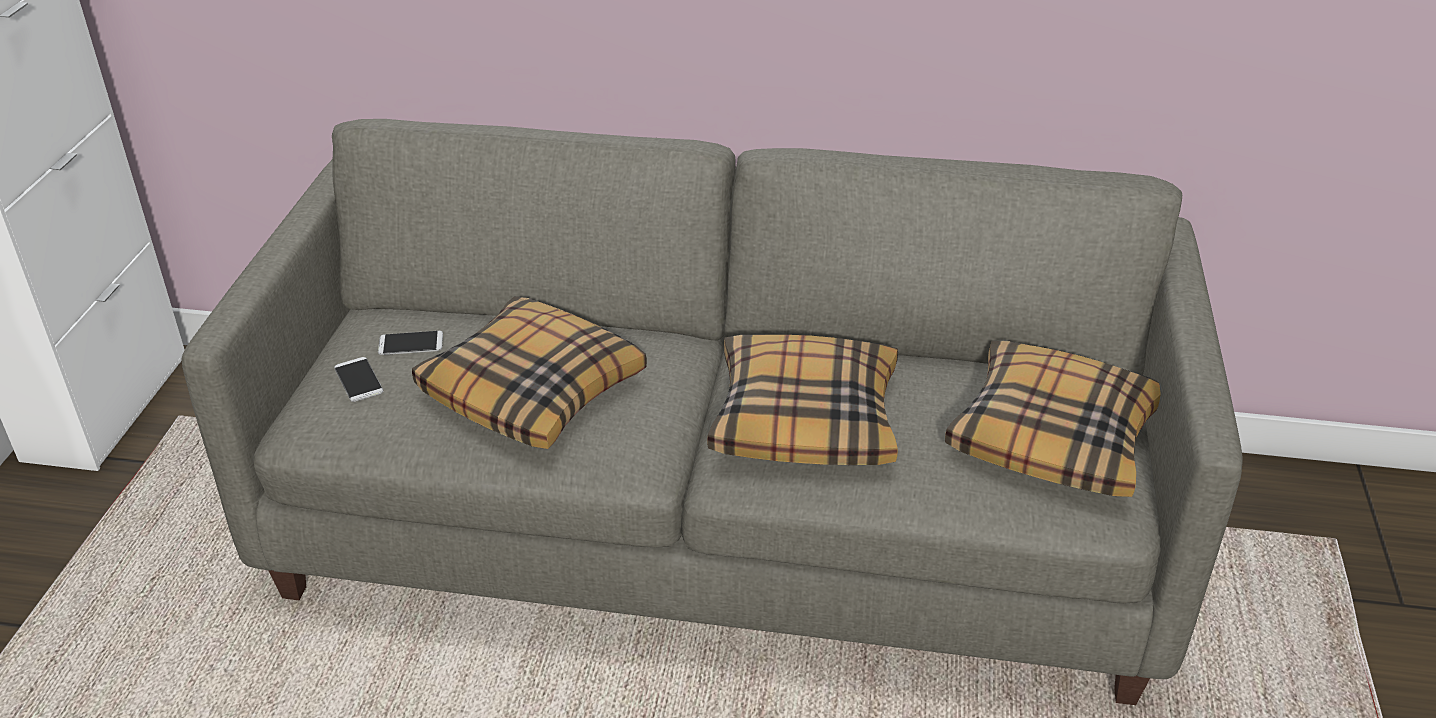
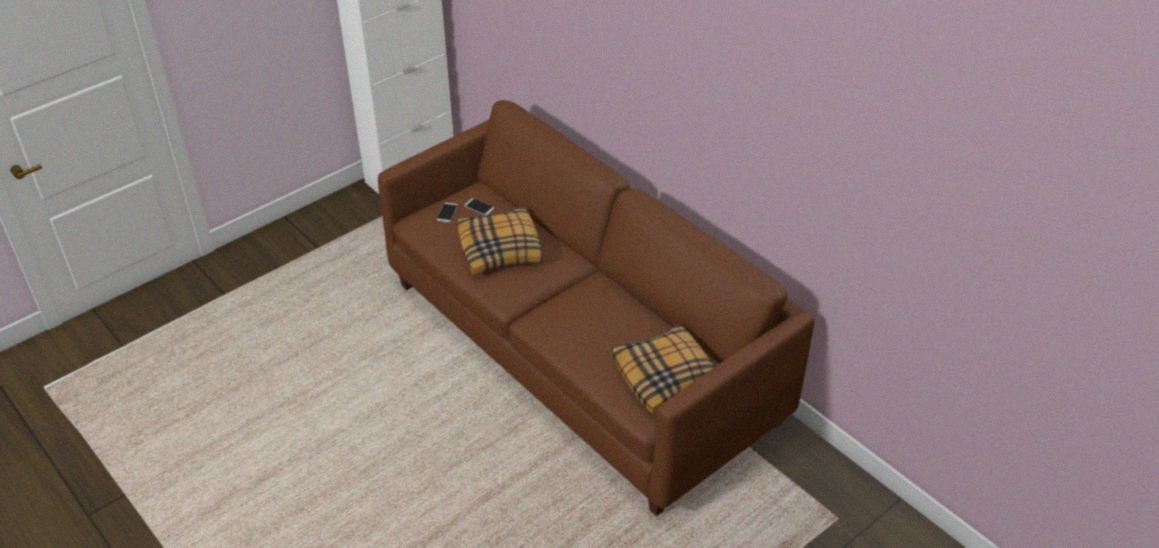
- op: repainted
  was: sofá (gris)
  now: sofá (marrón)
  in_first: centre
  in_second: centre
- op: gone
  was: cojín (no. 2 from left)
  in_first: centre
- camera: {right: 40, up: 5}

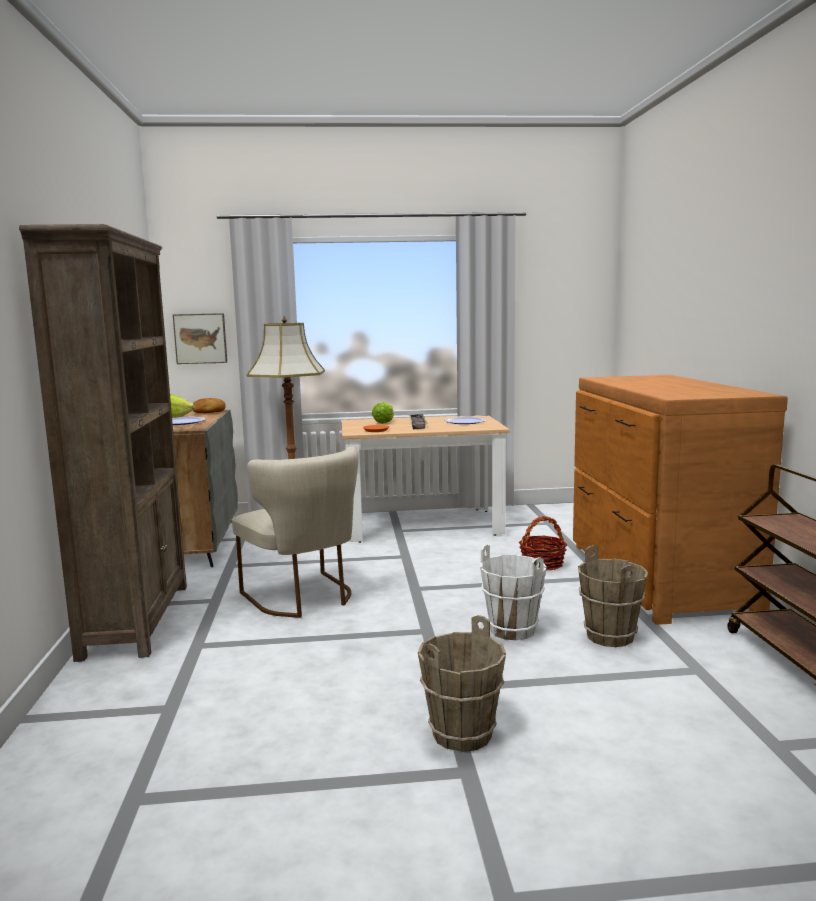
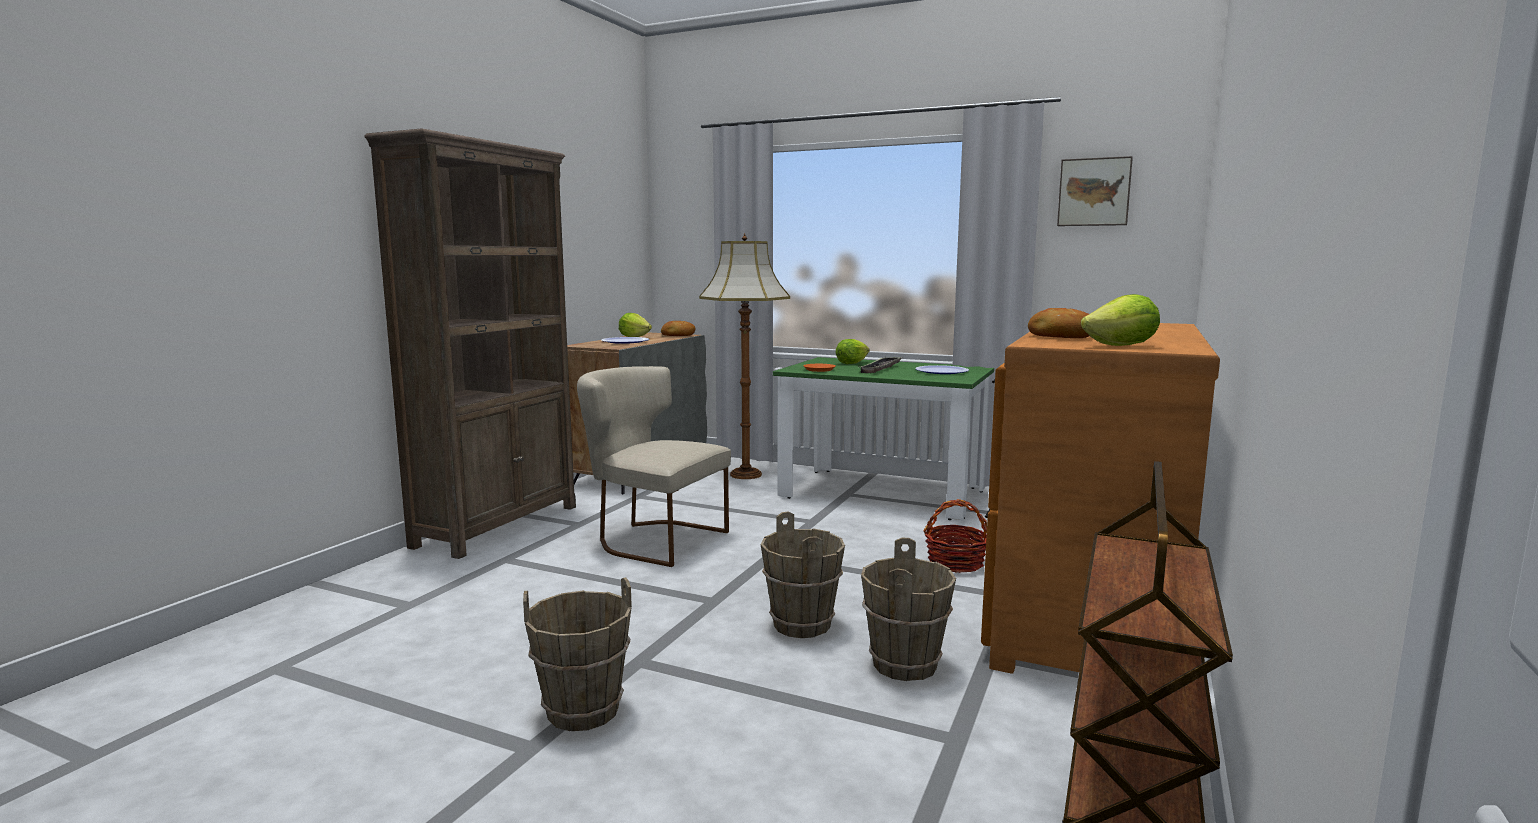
- op: rotated
  was: silla (beis)
  in_first: centre
  in_second: centre
  clockwise: 120
- op: repainted
  was: cubo (blanco)
  now: cubo (marrón) (no. 2 from left)
  in_first: centre
  in_second: bottom centre
- op: repainted
  was: mesa de comedor (beis)
  now: mesa de comedor (verde)
  in_first: centre
  in_second: centre
- op: new
  now: pan (no. 2 from left)
  in_second: middle right
- op: shifted
  was: cuadro
  in_first: middle left
  in_second: top right
- op: new
  now: lechuga (no. 3 from left)
  in_second: middle right
- camera: {right: 30, up: 0}

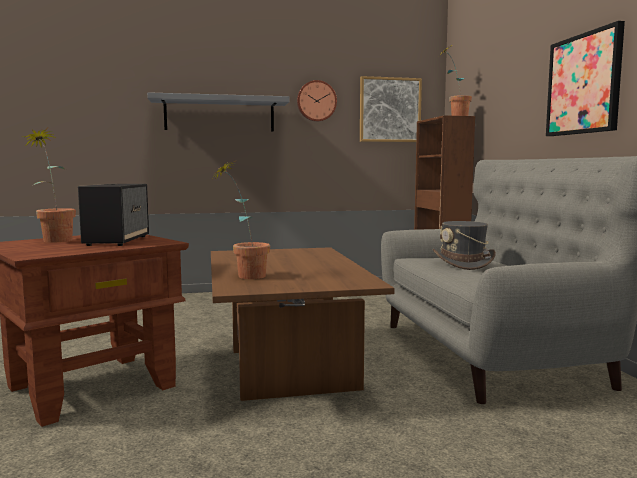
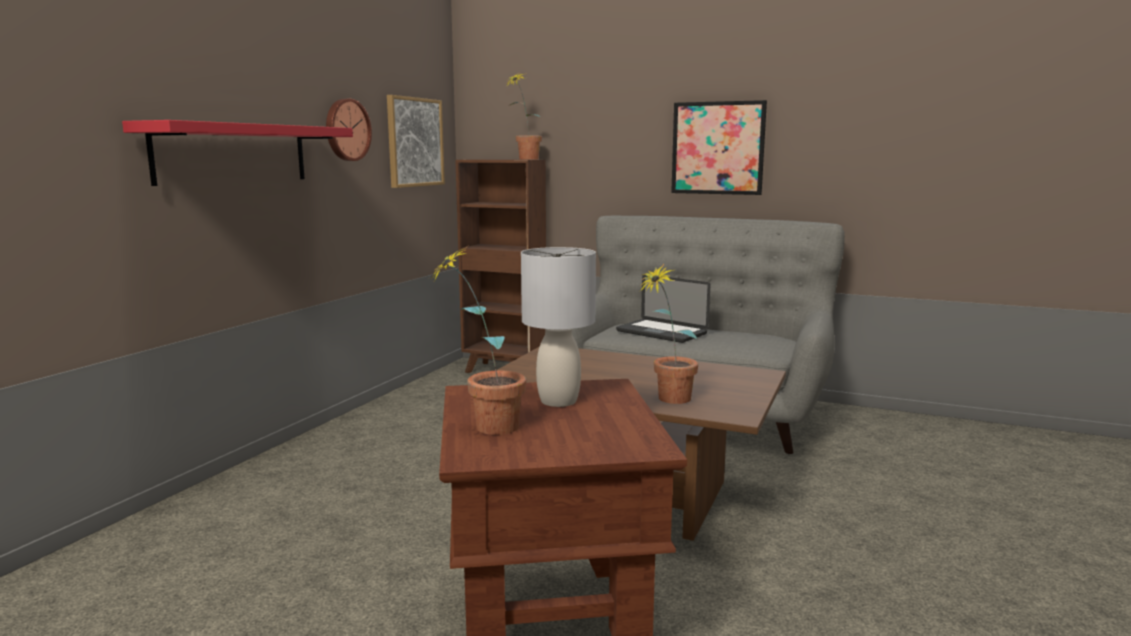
- op: repainted
  was: estante (gris)
  now: estante (rojo)
  in_first: top centre
  in_second: top left
- op: swapped
  was: altavoz
  now: lámpara de mesa (gris)
  in_first: middle left
  in_second: centre
- op: swapped
  was: sombrero (gris)
  now: portátil
  in_first: middle right
  in_second: centre
- camera: {right: -55, up: 5}

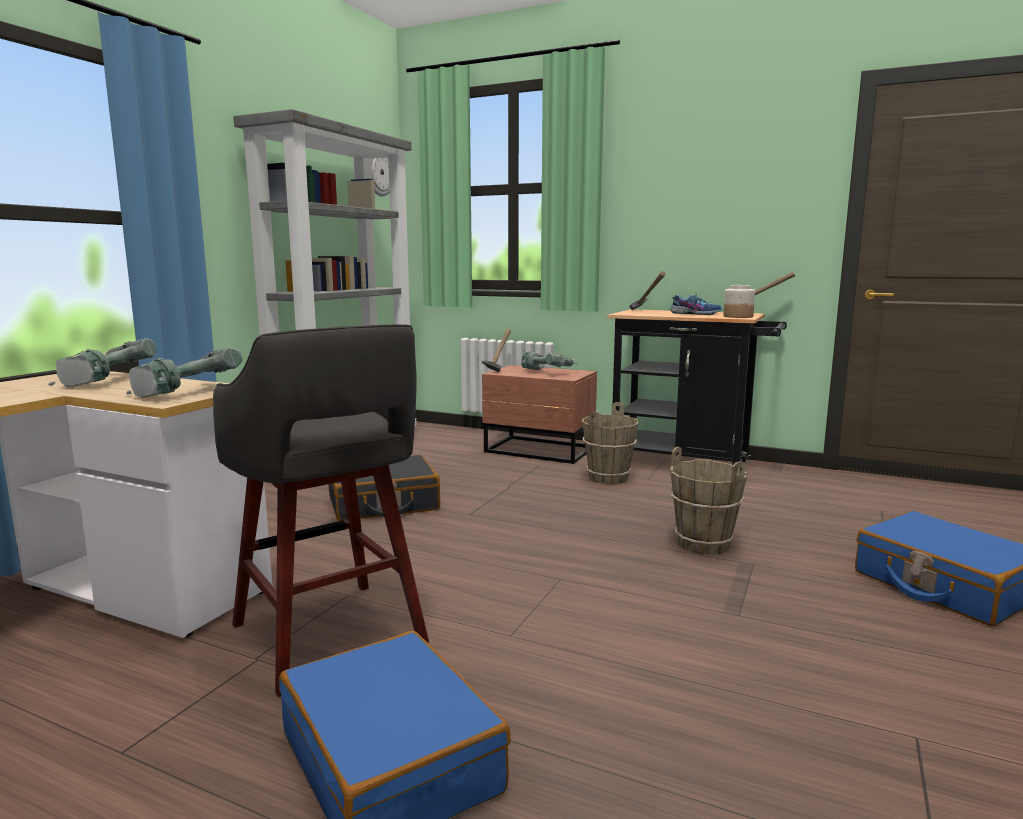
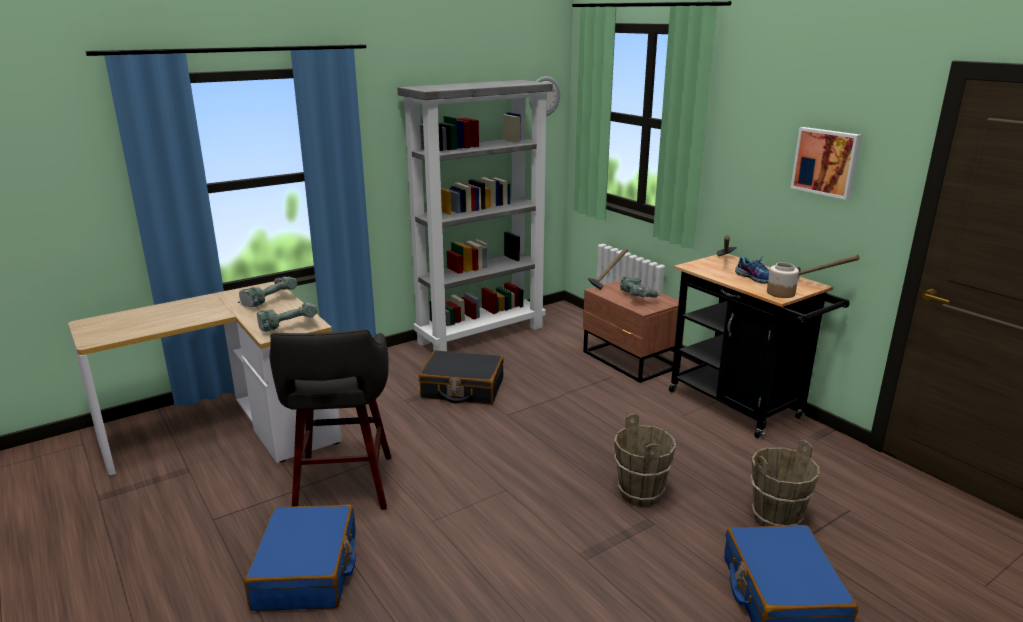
- op: shifted
  was: cubo (marrón) (no. 1 from left in the first image)
  now: cubo (marrón) (no. 2 from left)
  in_first: centre
  in_second: bottom right
- op: new
  now: cuadro
  in_second: top right
- camera: {right: 30, up: 10}

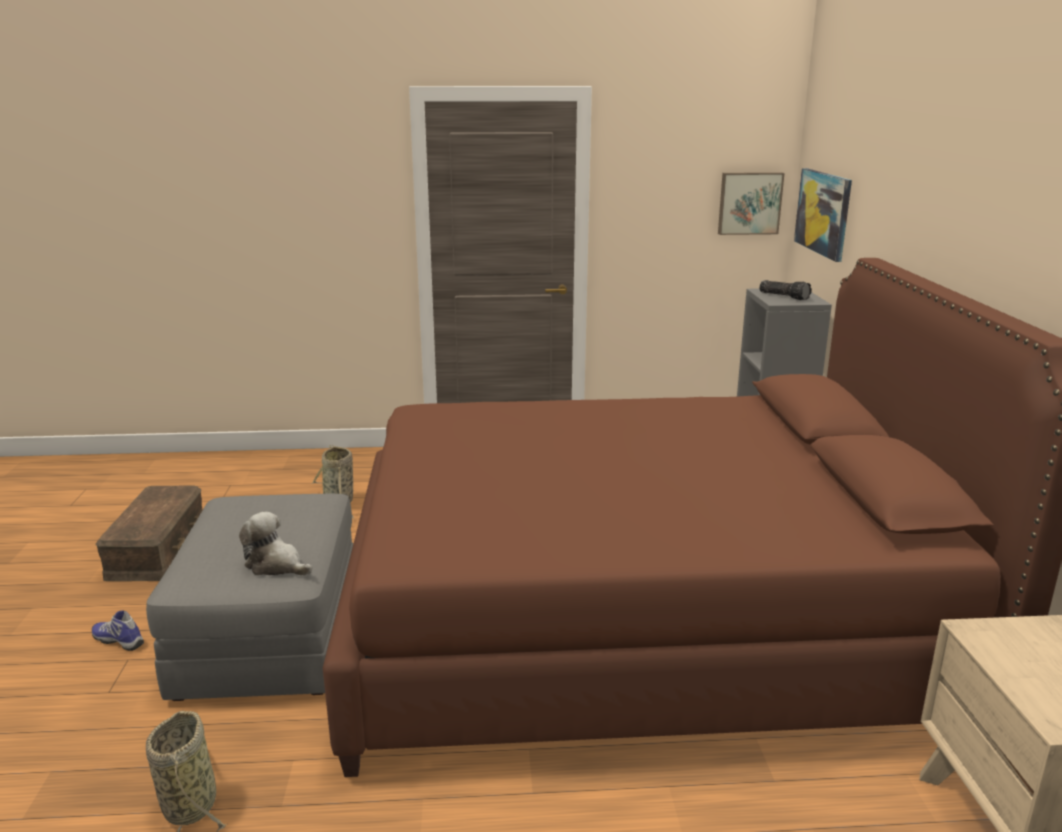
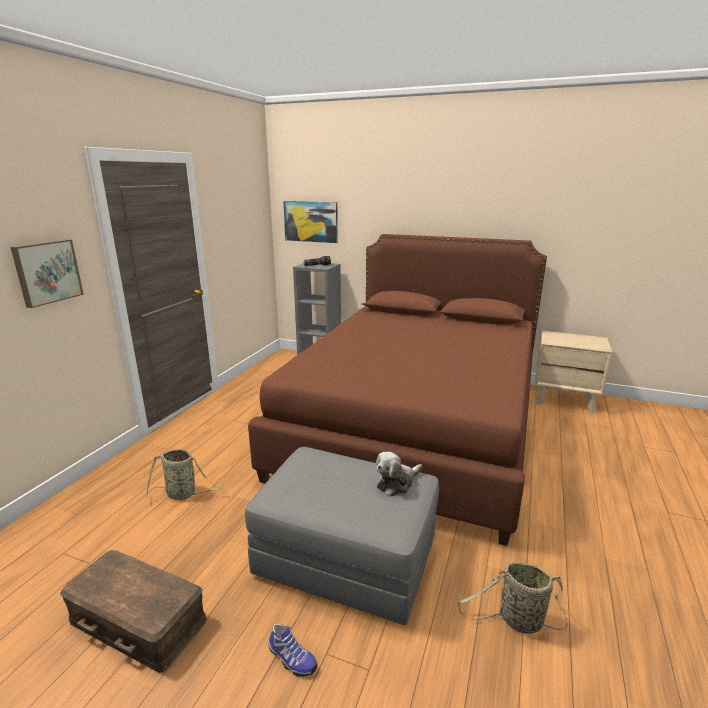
- op: shifted
  was: cuadro (no. 1 from left)
  in_first: top right
  in_second: middle left
- op: rotated
  was: zapato
  in_first: bottom left
  in_second: bottom centre
  clockwise: -105
- camera: {right: -65, up: 0}

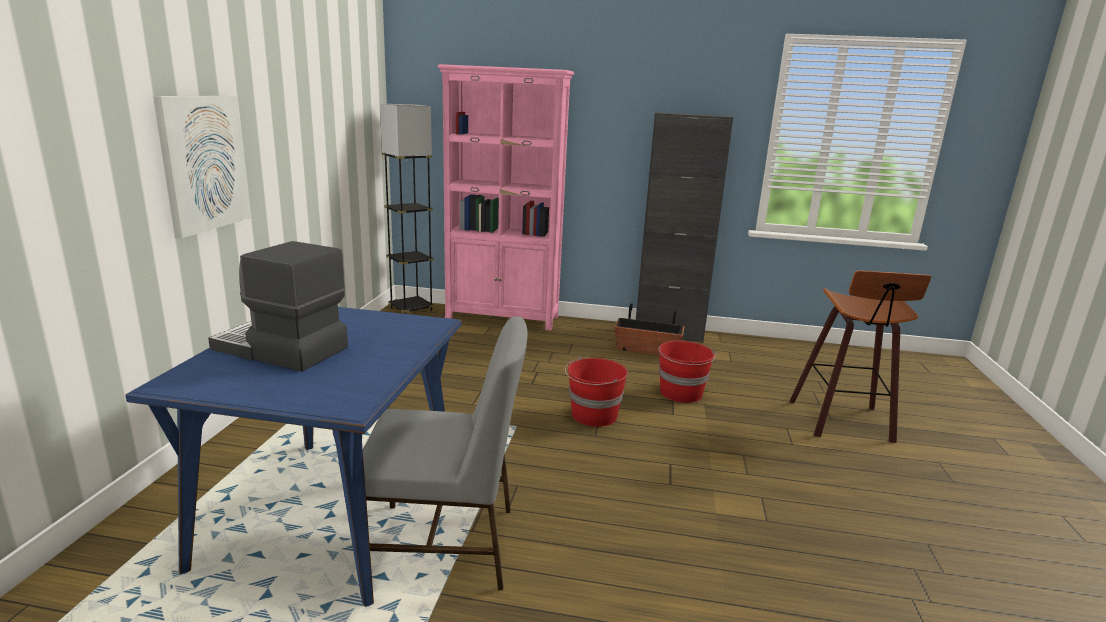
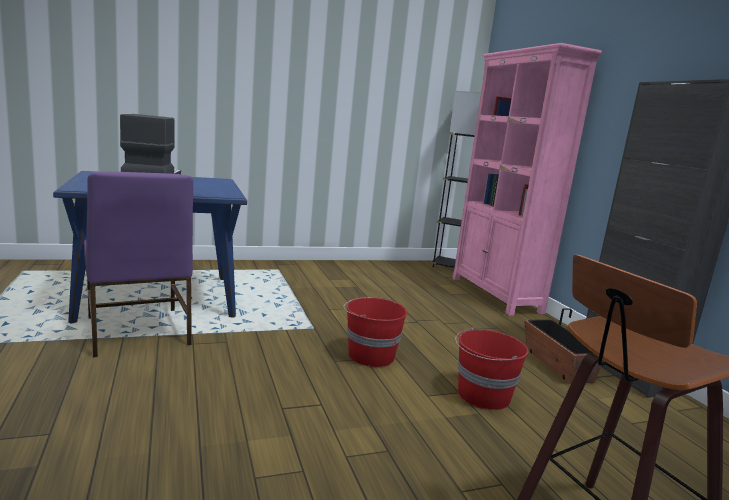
- op: repainted
  was: silla (gris)
  now: silla (morado)
  in_first: bottom centre
  in_second: middle left
- op: gone
  was: cuadro
  in_first: top left
- camera: {right: 60, up: -5}

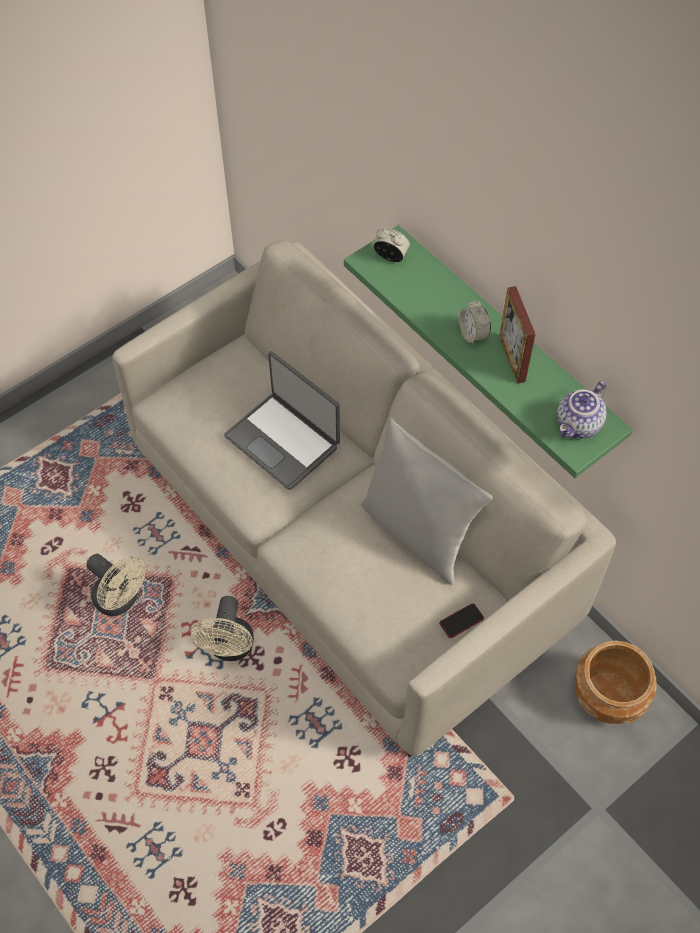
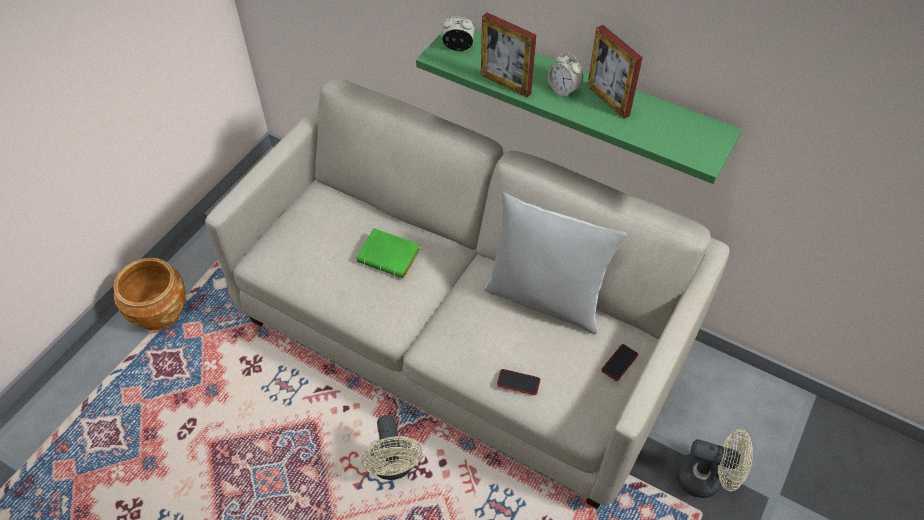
- op: shifted
  was: maceta (marrón)
  in_first: bottom right
  in_second: middle left
- op: swapped
  was: portátil
  now: libro (verde)
  in_first: centre
  in_second: centre
- op: new
  now: portarretratos (no. 1 from left)
  in_second: top centre
- op: new
  now: móvil (no. 1 from left)
  in_second: bottom centre
- op: shifted
  was: ventilador (beis) (no. 1 from left in the first image)
  now: ventilador (beis) (no. 2 from left)
  in_first: middle left
  in_second: bottom right
- op: gone
  was: tetera
  in_first: middle right
- camera: {right: -20, up: -5}

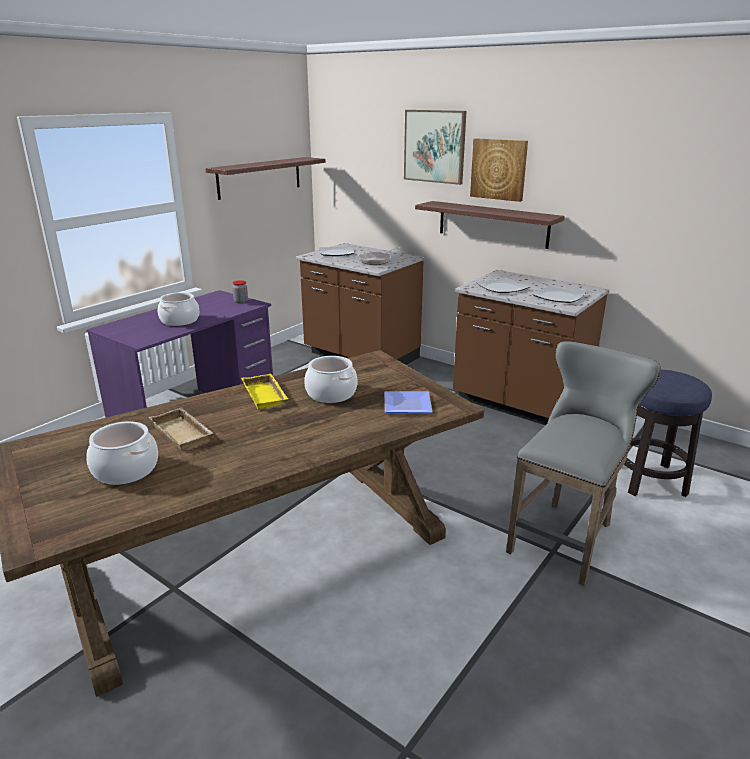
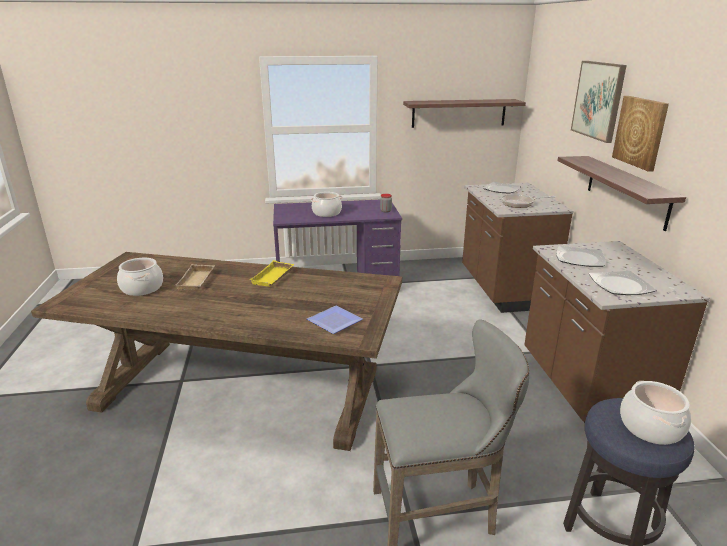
- op: shifted
  was: olla (no. 3 from left)
  in_first: centre
  in_second: bottom right
- camera: {right: 45, up: 0}

